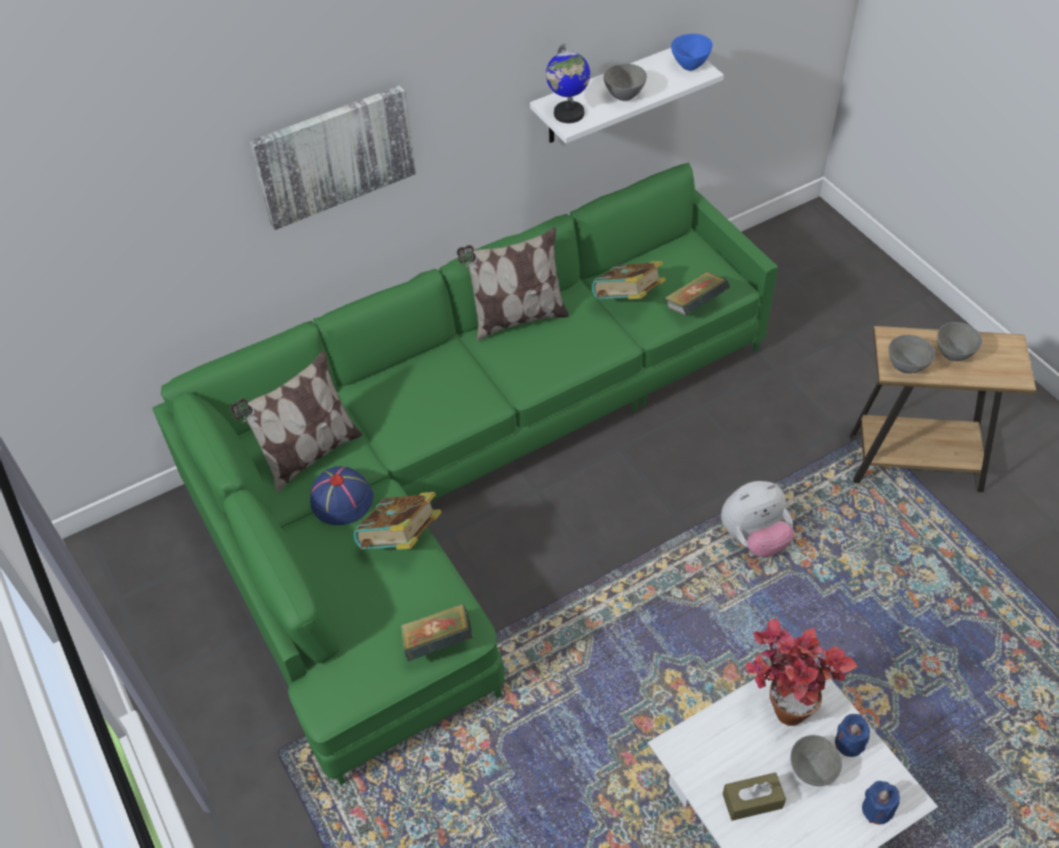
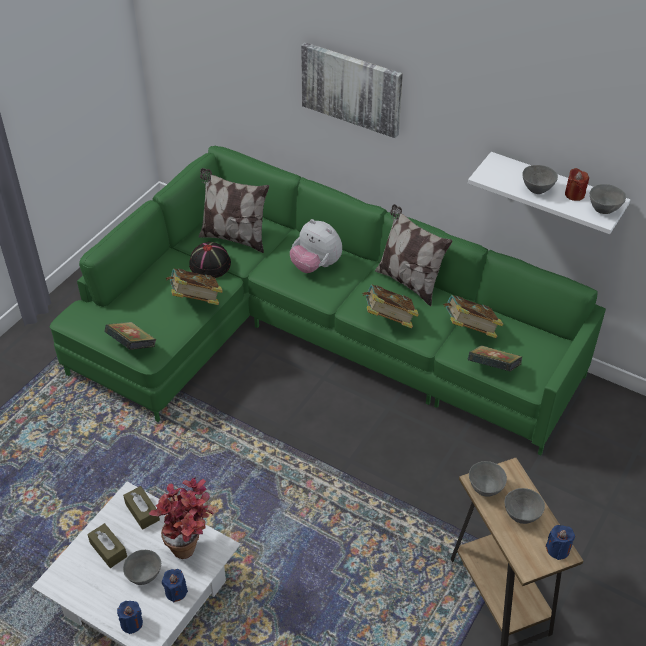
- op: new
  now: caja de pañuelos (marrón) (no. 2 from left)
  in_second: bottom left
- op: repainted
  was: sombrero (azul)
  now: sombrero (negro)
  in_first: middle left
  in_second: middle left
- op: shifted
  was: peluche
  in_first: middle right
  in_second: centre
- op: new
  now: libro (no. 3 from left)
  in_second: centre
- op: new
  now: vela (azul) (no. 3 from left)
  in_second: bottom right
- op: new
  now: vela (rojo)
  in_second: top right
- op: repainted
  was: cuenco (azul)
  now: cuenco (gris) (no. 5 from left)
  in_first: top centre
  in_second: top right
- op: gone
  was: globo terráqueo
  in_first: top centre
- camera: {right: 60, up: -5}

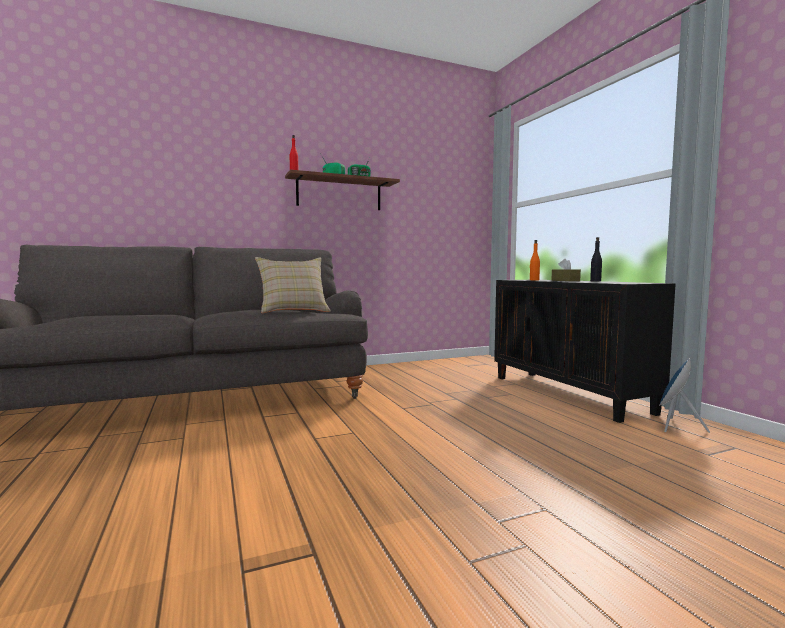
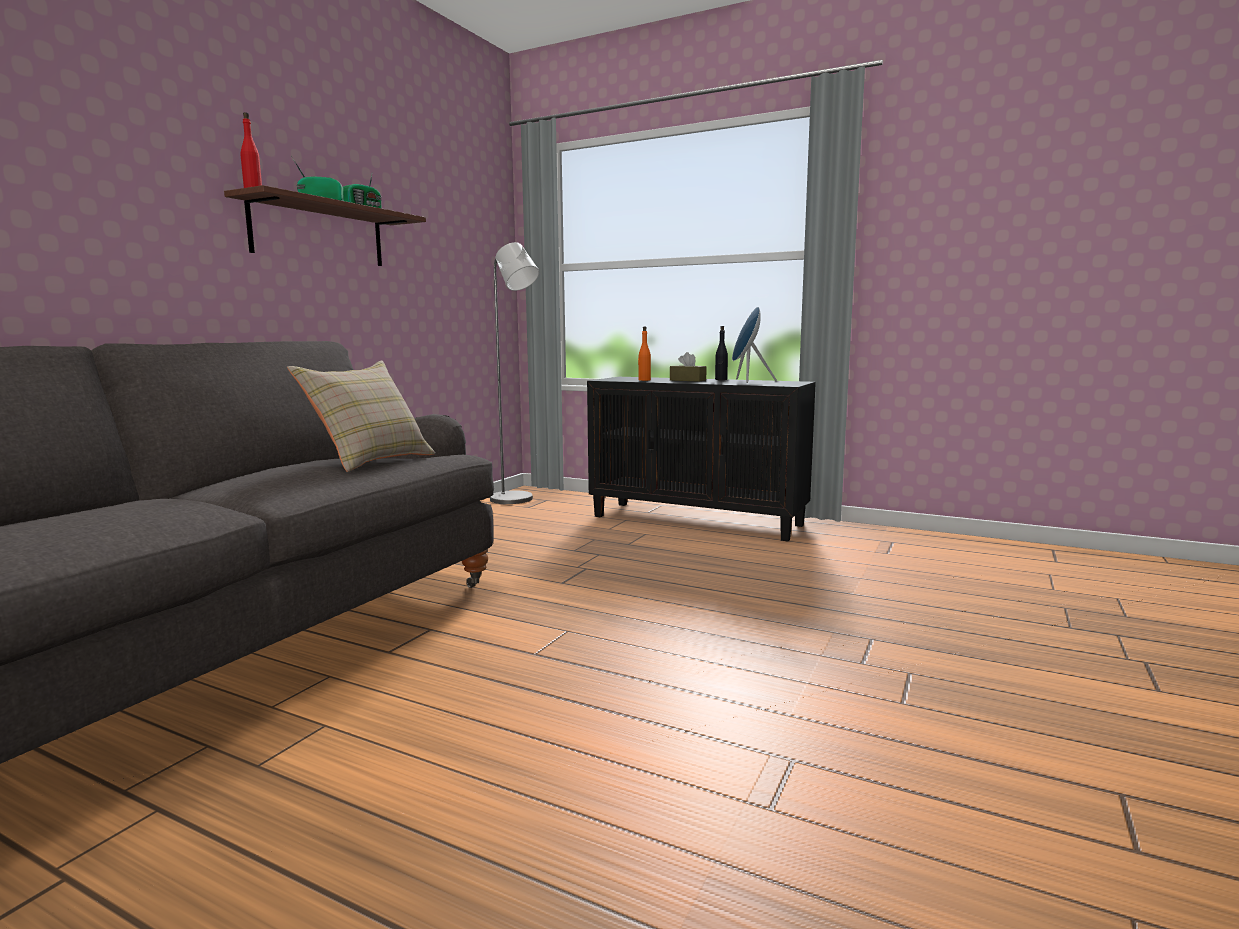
- op: new
  now: lámpara de pie (gris)
  in_second: centre
- op: shifted
  was: altavoz (azul)
  in_first: middle right
  in_second: centre
- camera: {right: -40, up: 5}

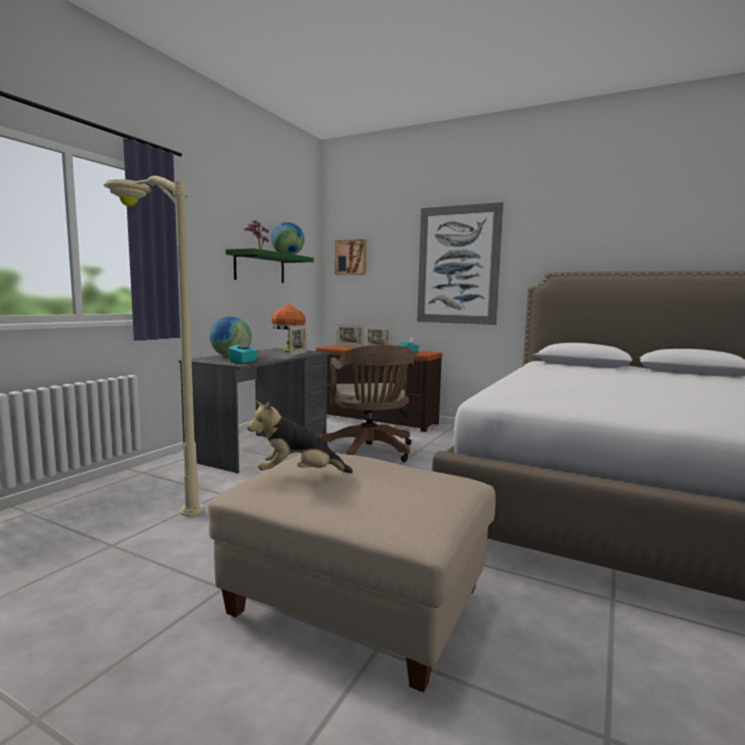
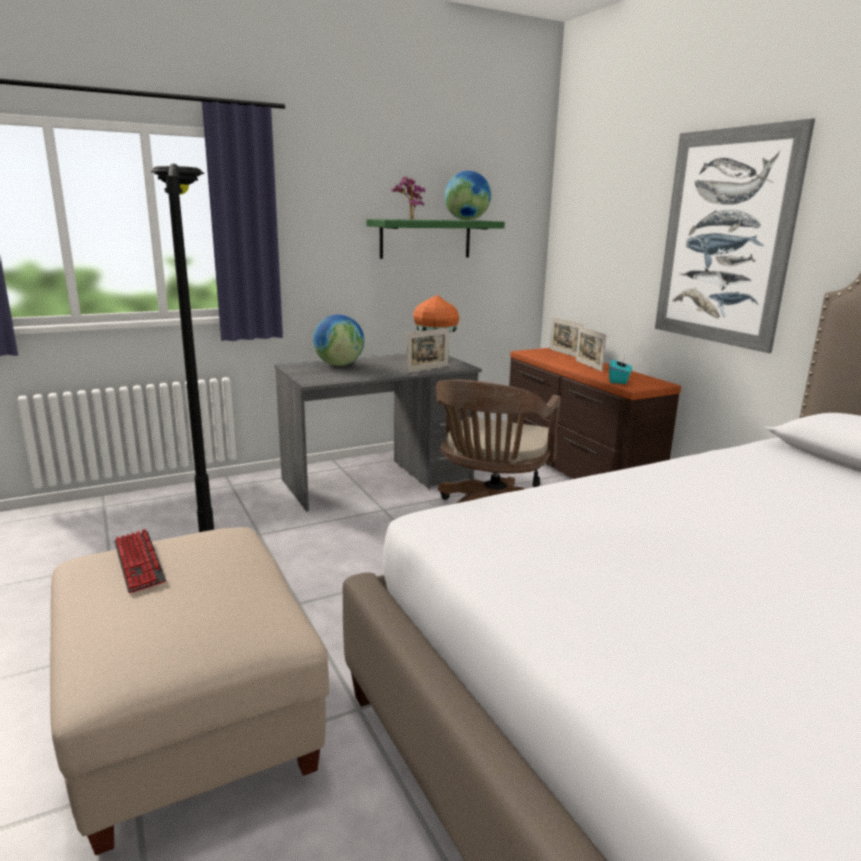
- op: swapped
  was: peluche
  now: teclado
  in_first: centre
  in_second: middle left
- op: repainted
  was: lámpara de pie (beis)
  now: lámpara de pie (negro)
  in_first: middle left
  in_second: middle left
- op: gone
  was: caja de pañuelos (turquesa) (no. 1 from left)
  in_first: middle left
- op: gone
  was: cuadro (no. 1 from left)
  in_first: centre
- camera: {right: 35, up: 10}

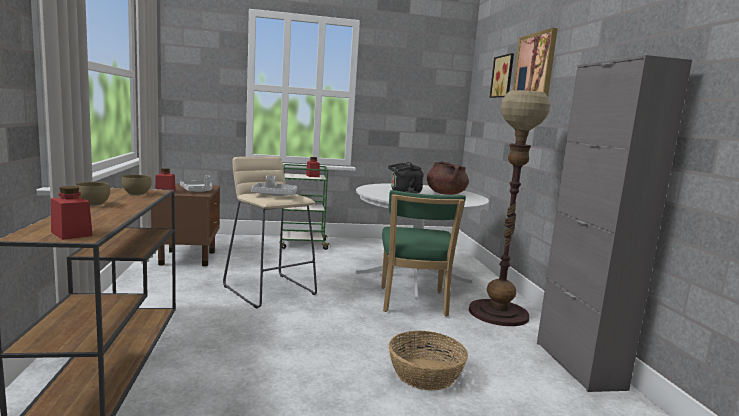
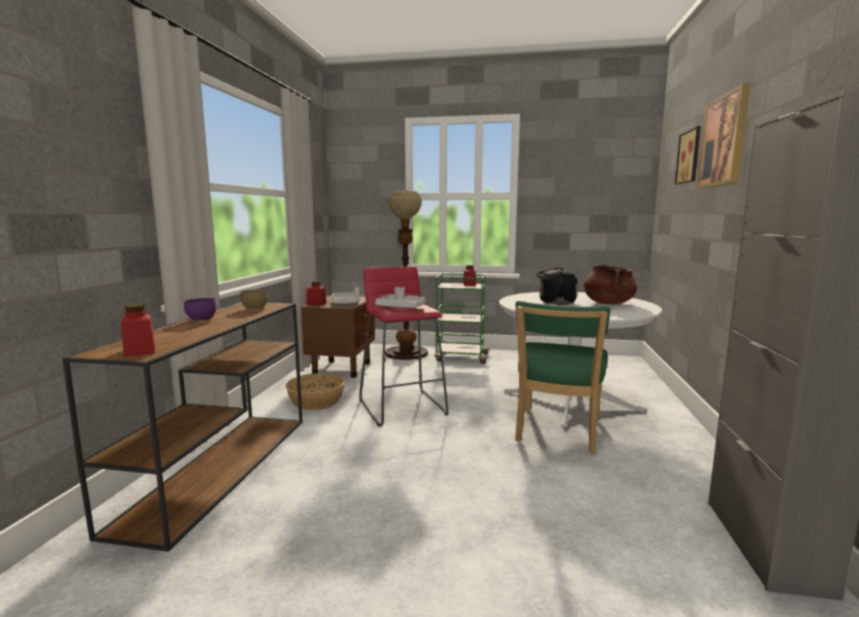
- op: repainted
  was: cuenco (marrón) (no. 1 from left)
  now: cuenco (morado)
  in_first: middle left
  in_second: middle left
- op: shifted
  was: cesta
  in_first: bottom centre
  in_second: centre
- op: repainted
  was: taburete (beis)
  now: taburete (rojo)
  in_first: centre
  in_second: centre
- op: shifted
  was: lámpara de pie
  in_first: middle right
  in_second: centre
- camera: {right: 20, up: 0}

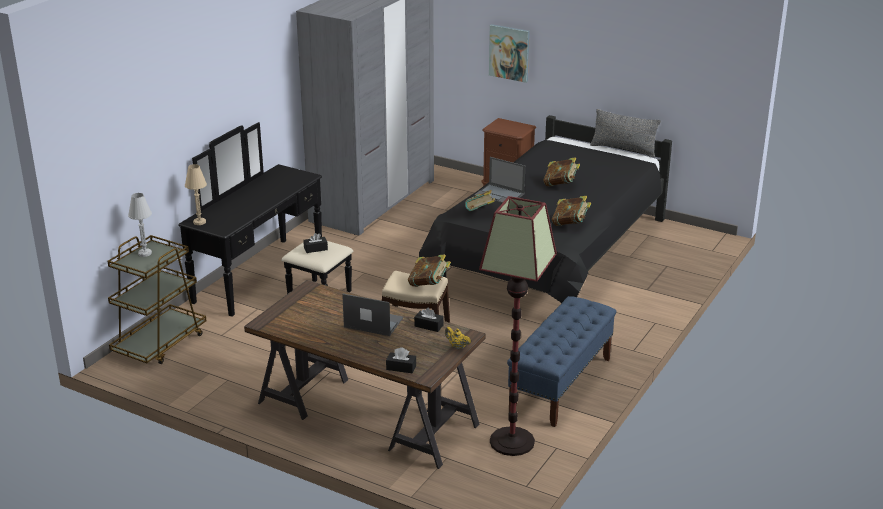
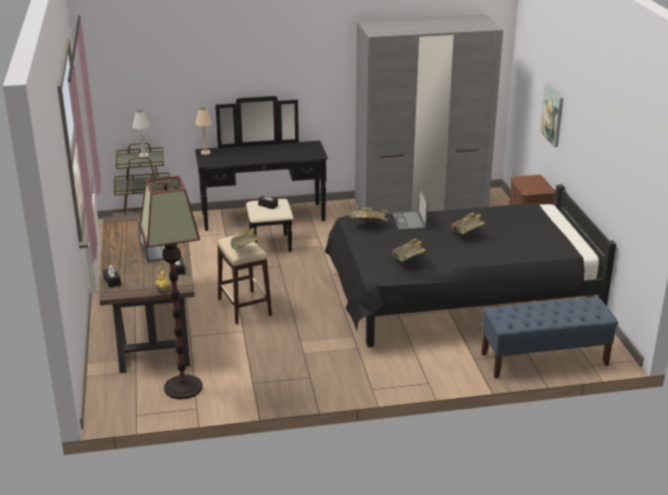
- op: shifted
  was: banco (azul)
  in_first: bottom centre
  in_second: bottom right
- op: gone
  was: cojín (gris)
  in_first: top right
- camera: {right: 50, up: 0}

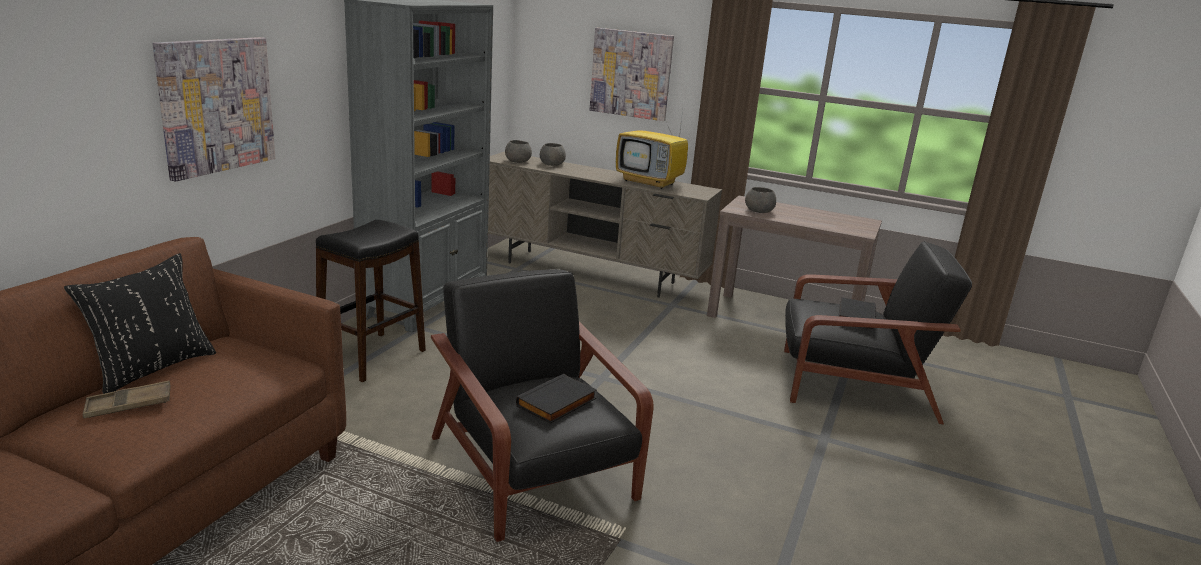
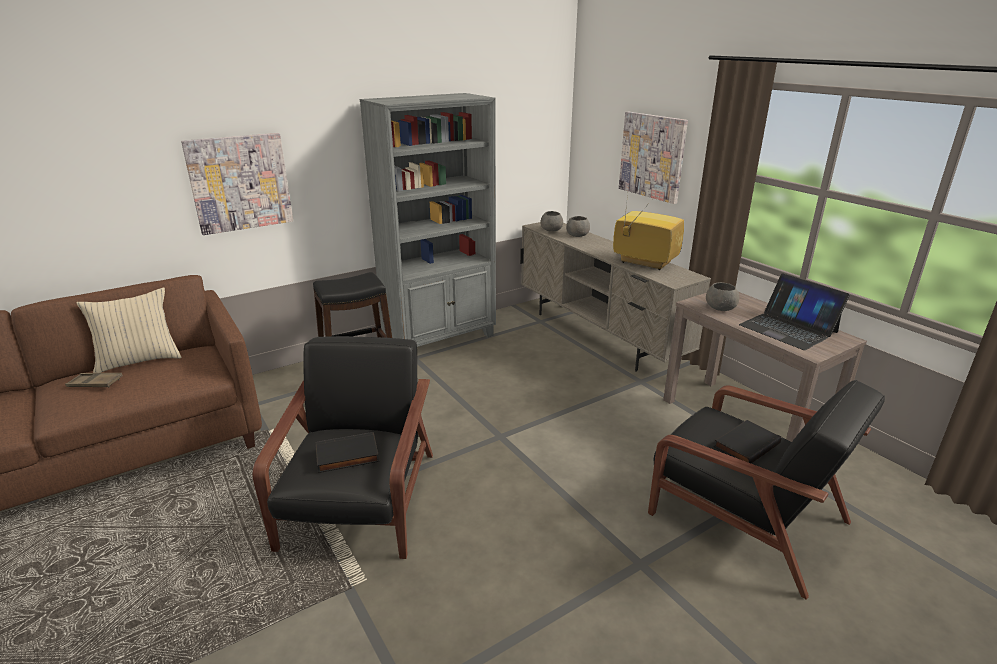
- op: repainted
  was: cojín (negro)
  now: cojín (beis)
  in_first: middle left
  in_second: middle left
- op: rotated
  was: televisor
  in_first: top centre
  in_second: centre
  clockwise: 150
- op: new
  now: portátil
  in_second: middle right
- camera: {right: 35, up: 5}

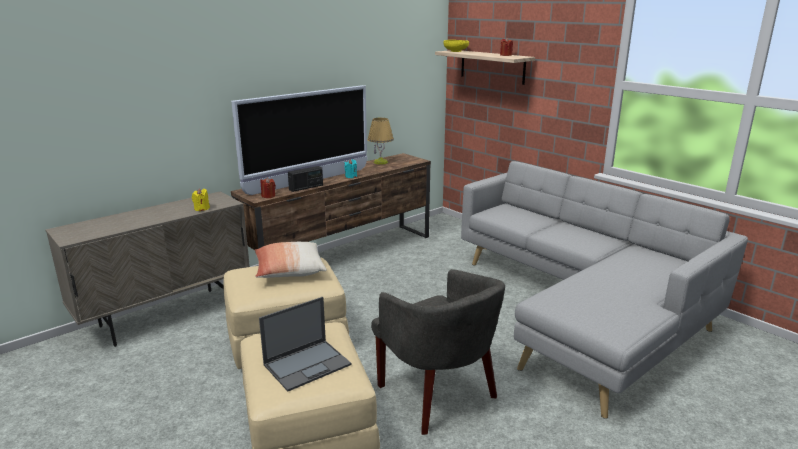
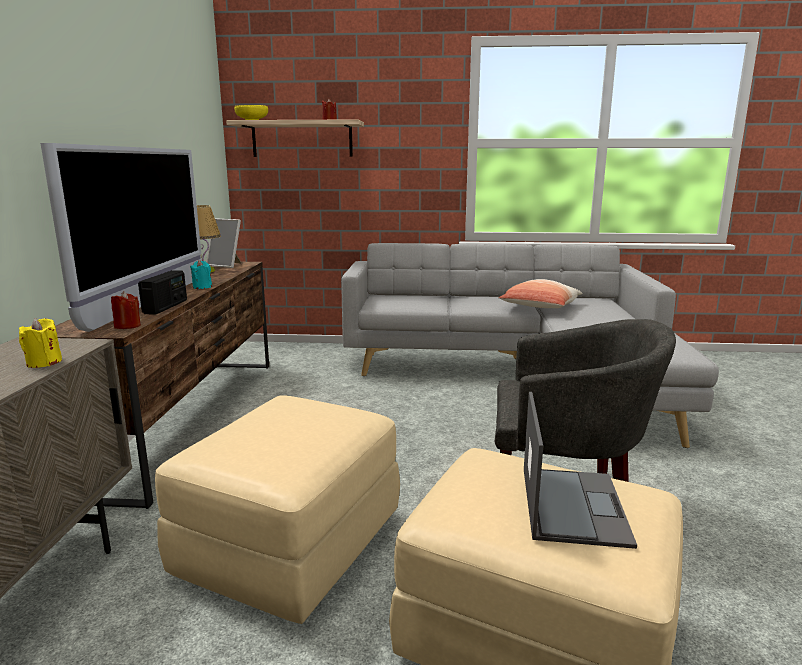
- op: new
  now: portarretratos
  in_second: middle left
- op: shifted
  was: cojín
  in_first: centre
  in_second: middle right
- camera: {right: -45, up: -5}

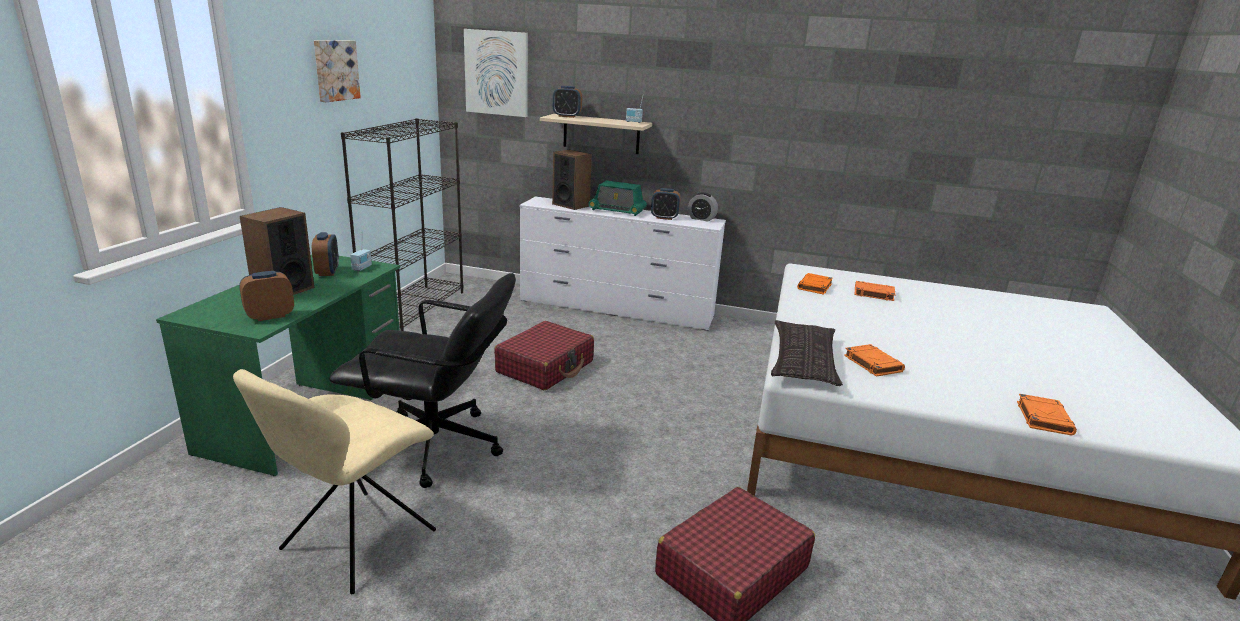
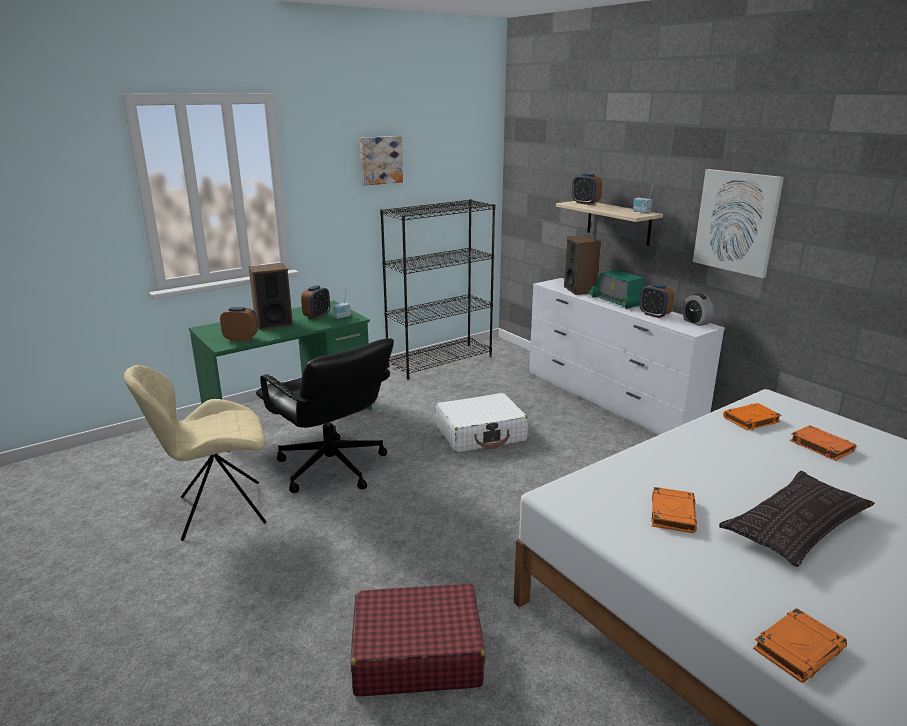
- op: repainted
  was: maleta (rojo) (no. 1 from left)
  now: maleta (blanco)
  in_first: centre
  in_second: centre
- op: shifted
  was: cuadro (no. 2 from left)
  in_first: top centre
  in_second: top right
- op: shifted
  was: cojín
  in_first: centre
  in_second: bottom right
- camera: {right: 40, up: 0}

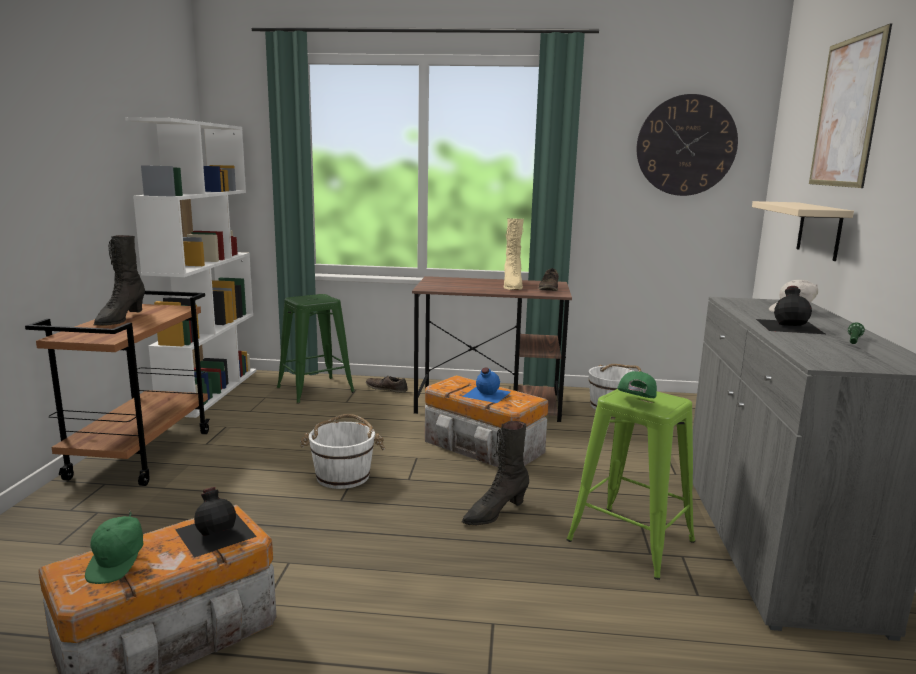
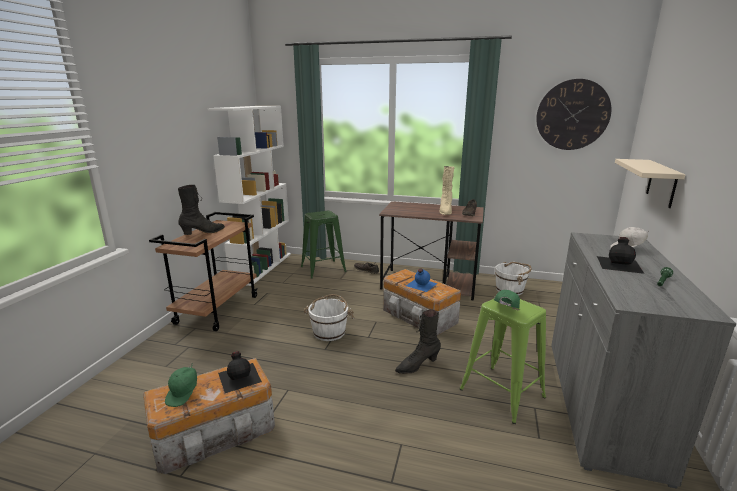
- op: rotated
  was: bota (negro) (no. 1 from left)
  in_first: middle left
  in_second: middle left
  clockwise: -150
- op: gone
  was: cuadro
  in_first: top right
- camera: {right: 10, up: 5}

